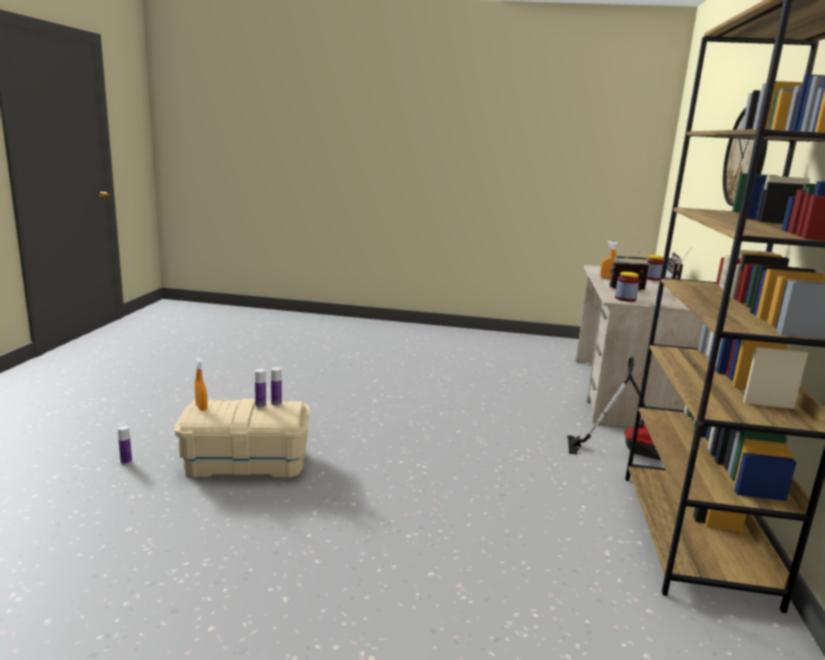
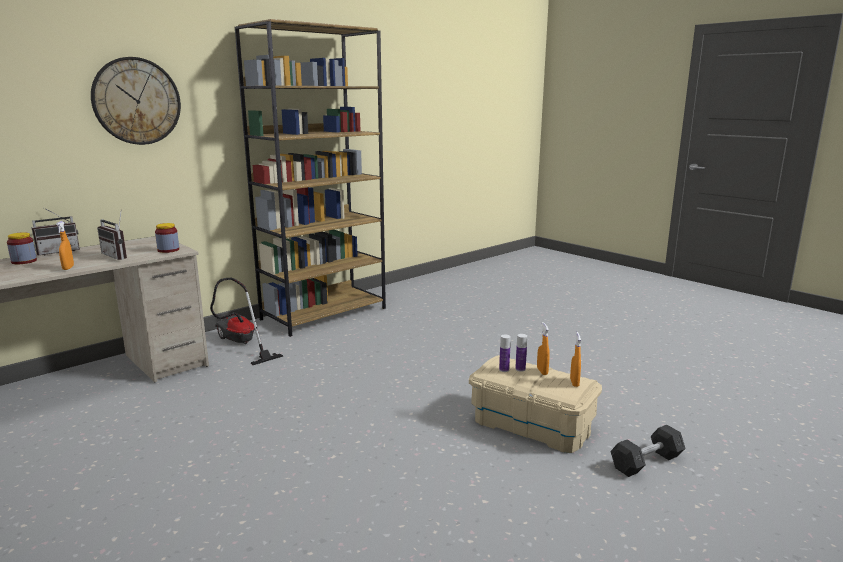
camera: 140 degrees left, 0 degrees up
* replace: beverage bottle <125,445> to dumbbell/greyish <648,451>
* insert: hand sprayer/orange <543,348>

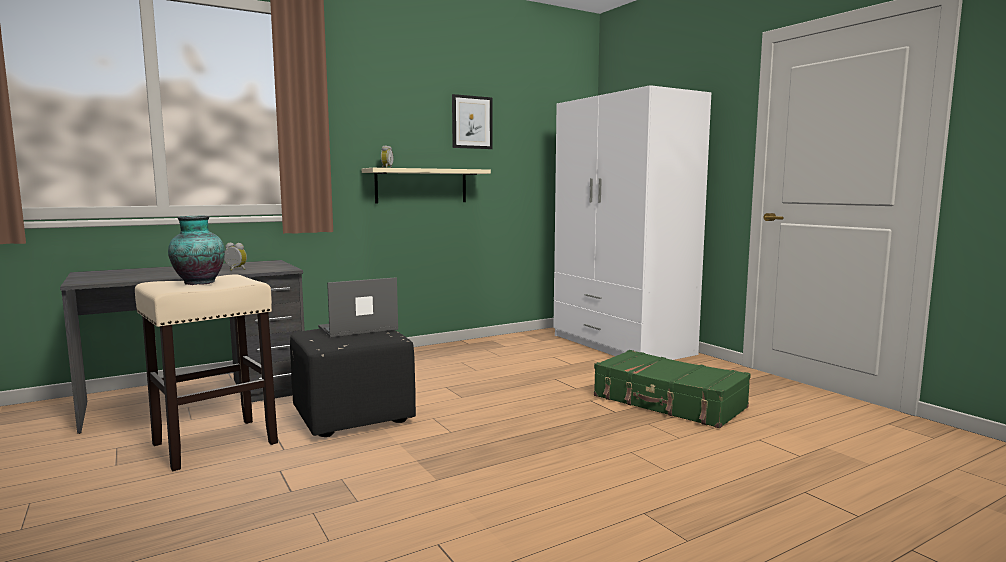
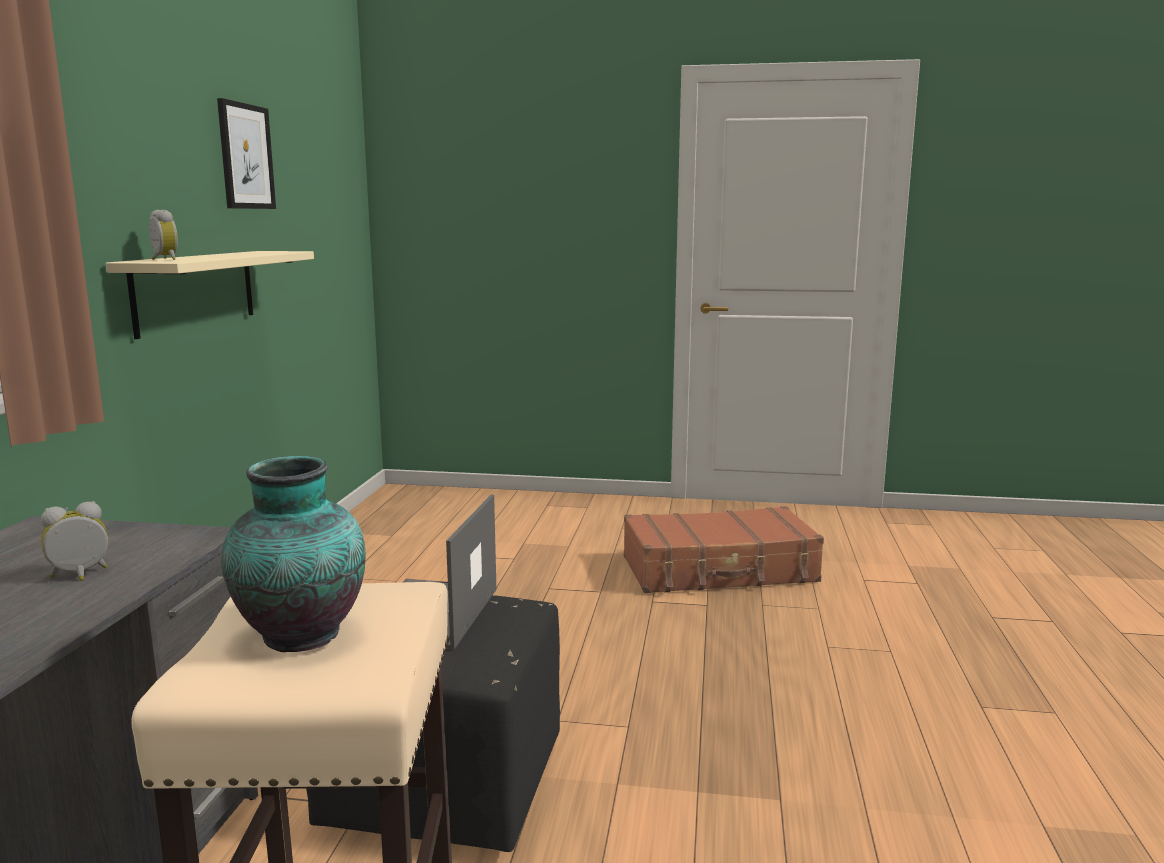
camera: 50 degrees left, 5 degrees up
* delete: clothes cupboard/whitish <632,222>
* recolor: travel case/greenish <672,389> to travel case/brown-coloured <724,549>

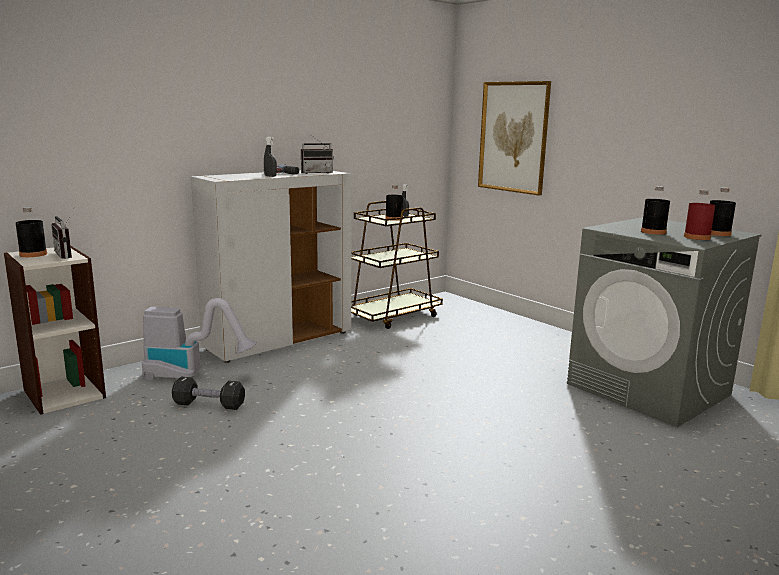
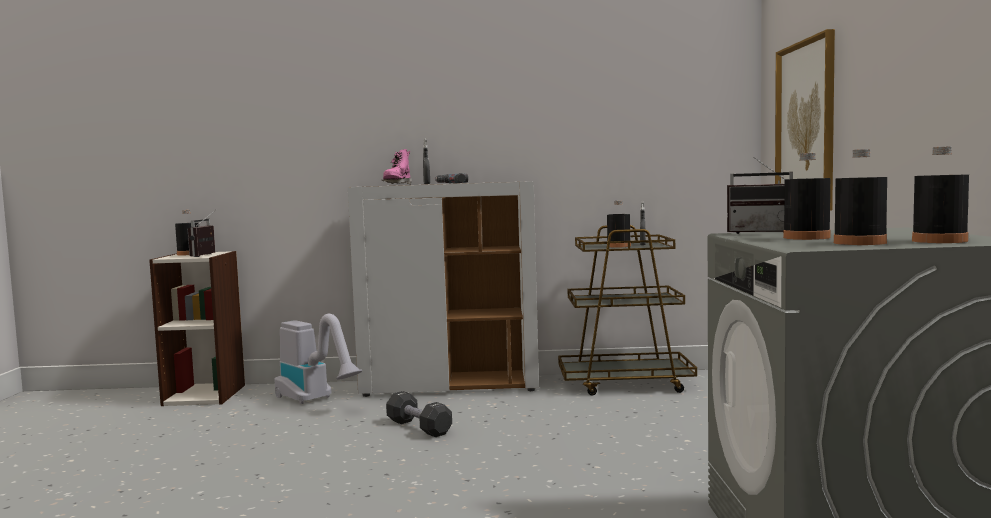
camera: 40 degrees right, 10 degrees down
* move: dumbbell/black-coloured <208,393> to <419,414>
* move: radio receiver <317,154> to <760,195>
* recolor: beverage bottle/red-coloured <699,215> to beverage bottle/black-coloured <860,197>
* insert: high-top boot/pinkish <396,167>

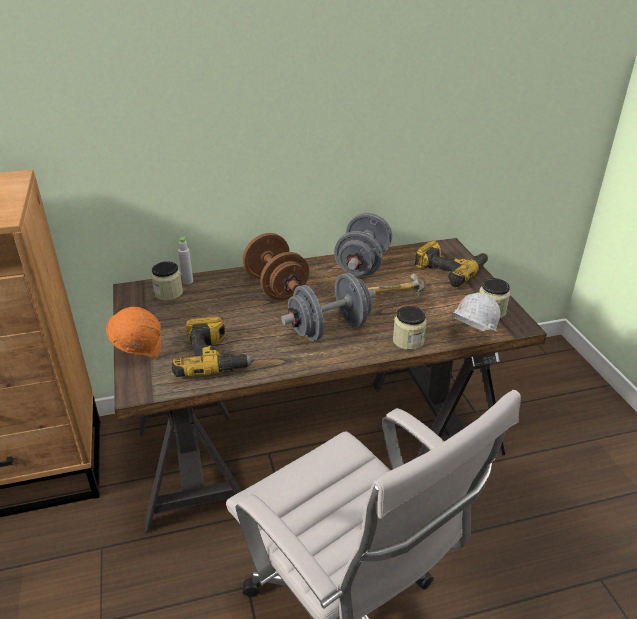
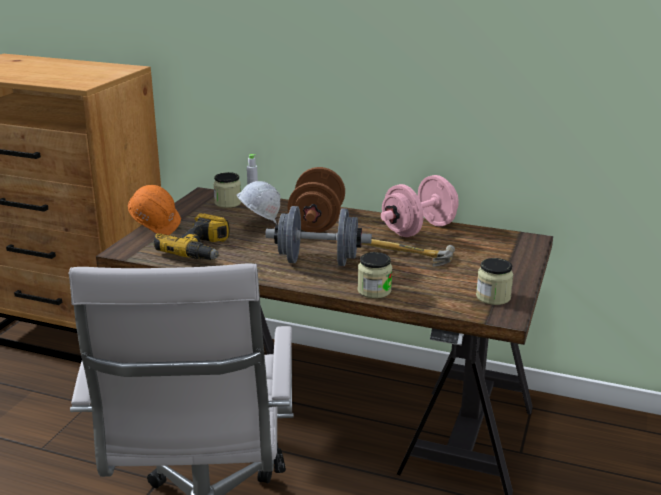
camera: 35 degrees right, 10 degrees down
* recolor: dumbbell/greyish <363,245> to dumbbell/pinkish <420,206>
* delete: electric drill <451,263>
* move: hard hat/whitish <476,311> to <258,203>

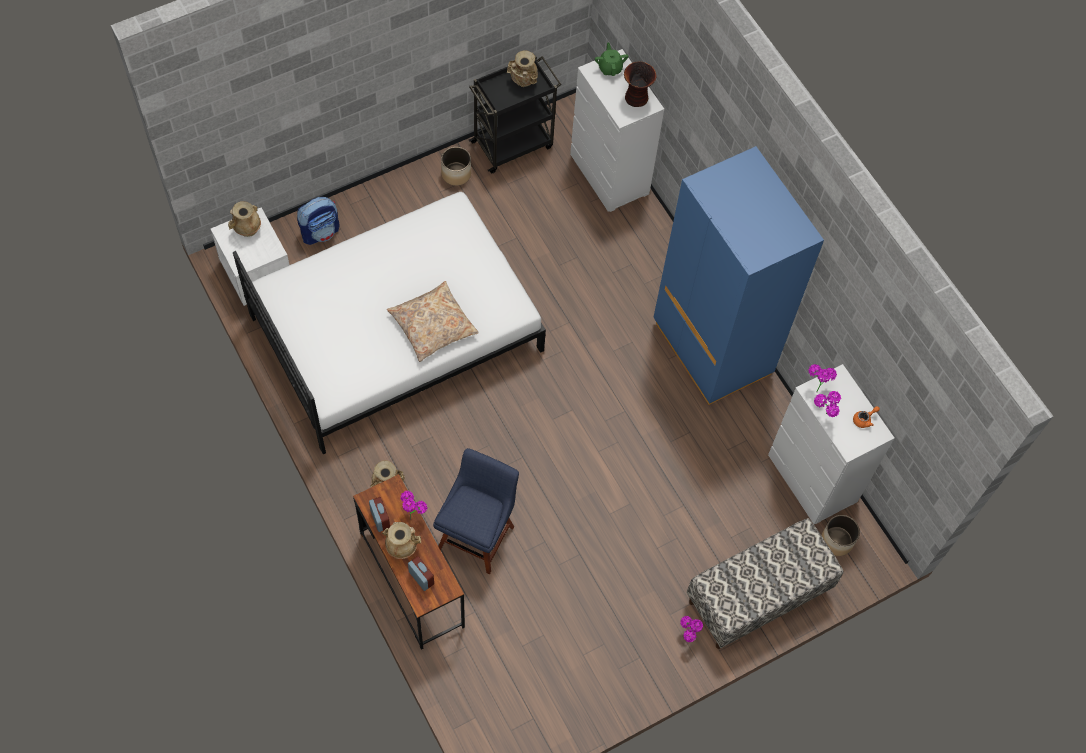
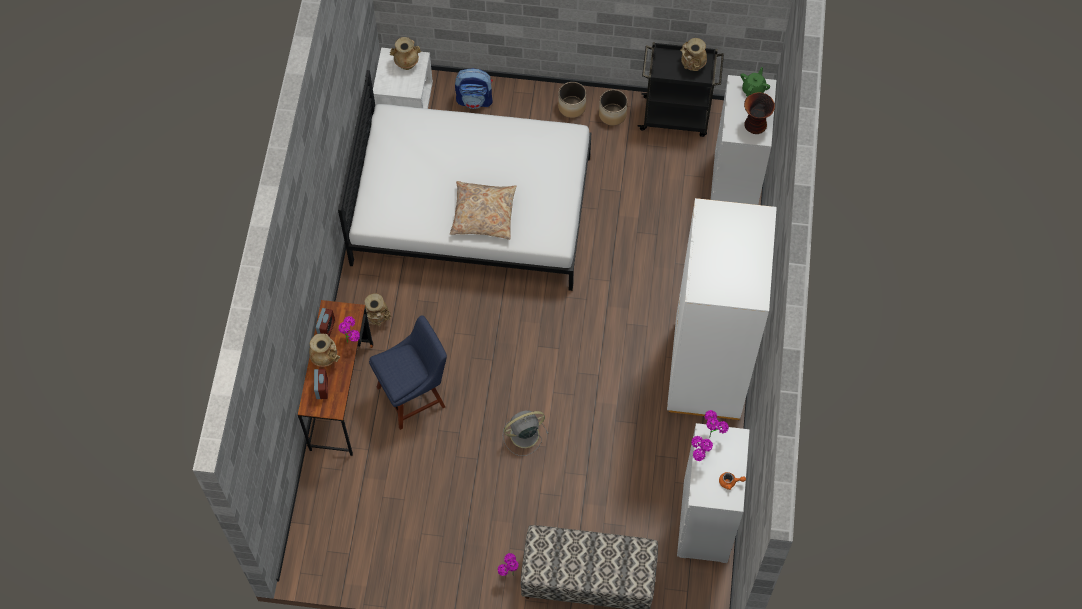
camera: 40 degrees right, 0 degrees up
* recolor: clothes cupboard/blue-coloured <738,275> to clothes cupboard/whitish <722,309>
* move: plant pot <840,535> to <572,100>
* insert: cooling fan/greyish <526,433>

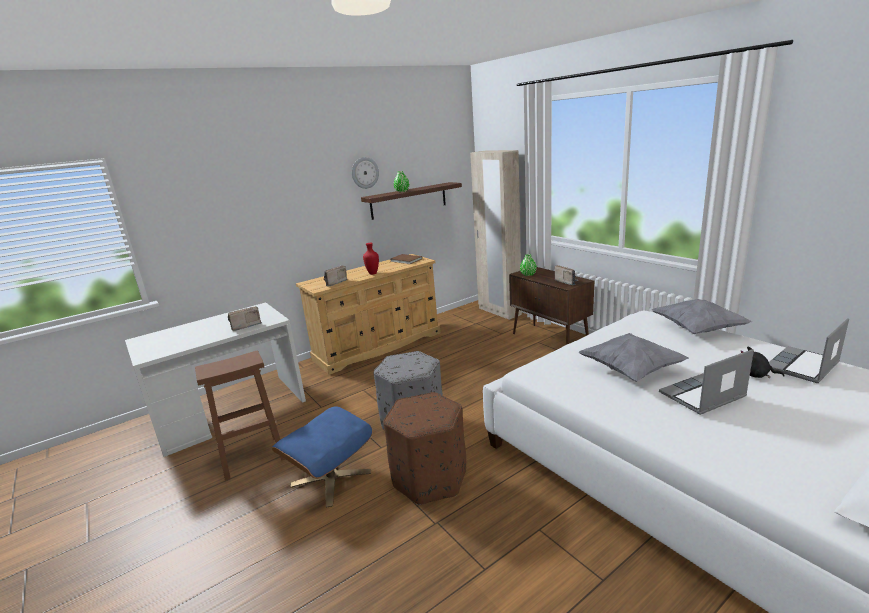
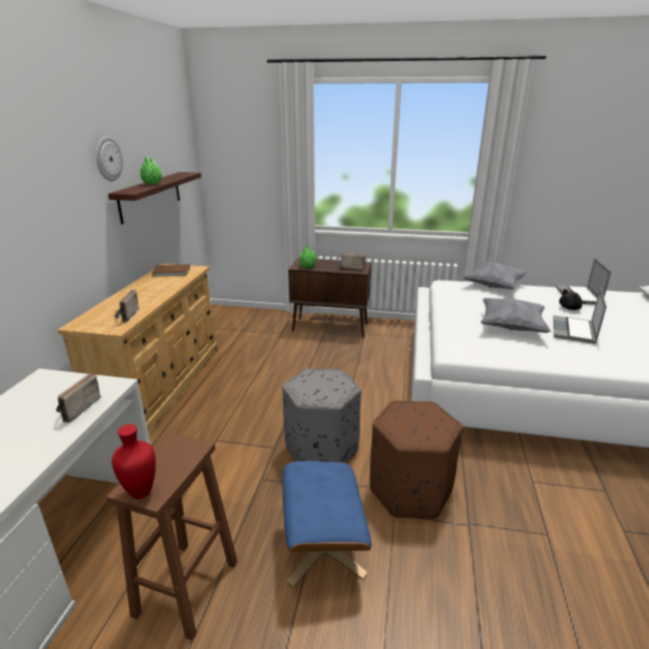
camera: 45 degrees left, 5 degrees up
* move: vase/red-coloured <371,259> to <134,461>
* delete: clothes cupboard/beige-coloured <496,235>

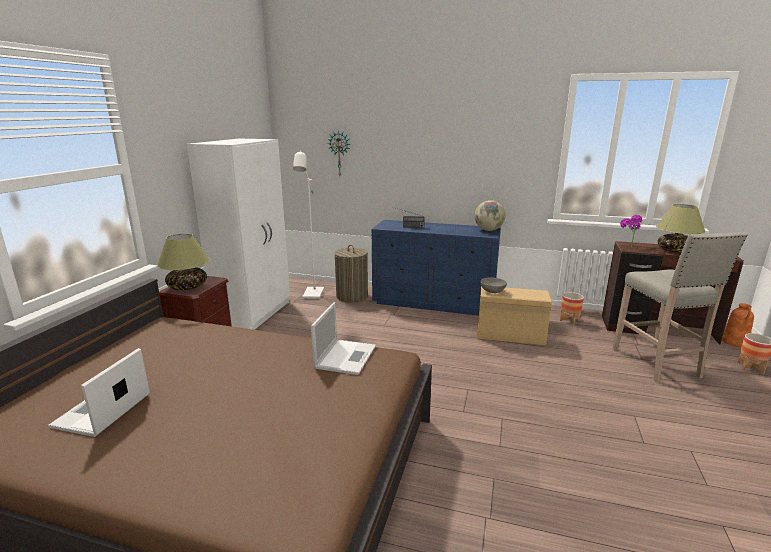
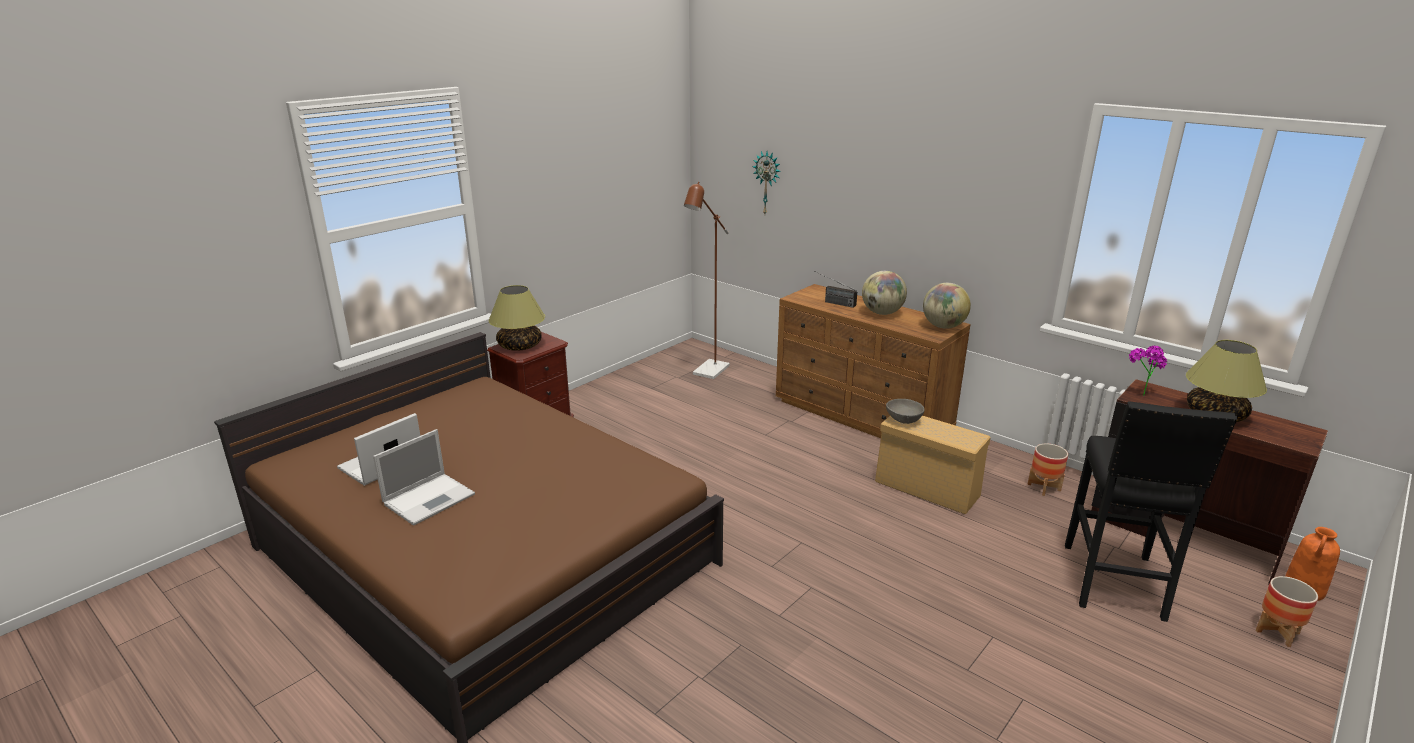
camera: 25 degrees right, 5 degrees up
* delete: clothes cupboard/whitish <238,234>
* recolor: standing lamp/whitish <308,224> to standing lamp/brown-coloured <707,280>
* move: portable computer <343,338> to <424,477>
* delete: hamper <351,274>
* recolor: drawer chest/blue-coloured <436,268> to drawer chest/brown-coloured <873,361>
* recolor: stool seat/beige-coloured <680,307> to stool seat/black-coloured <1151,511>
* insert: globe <884,293>

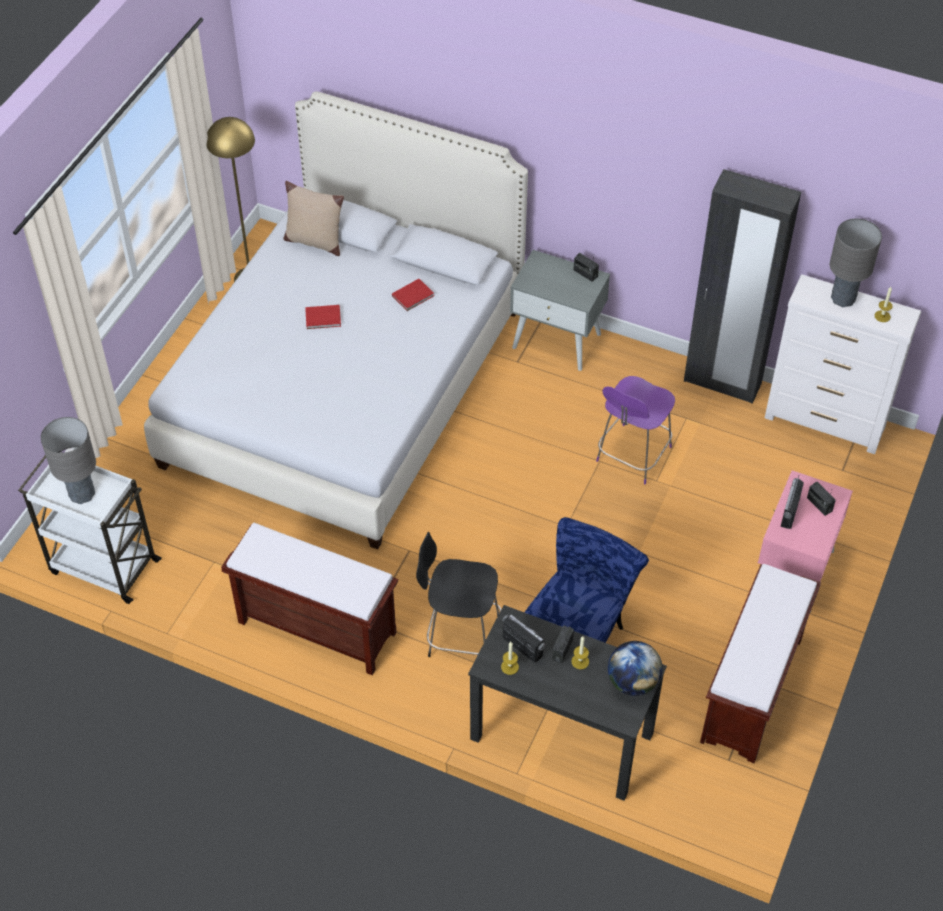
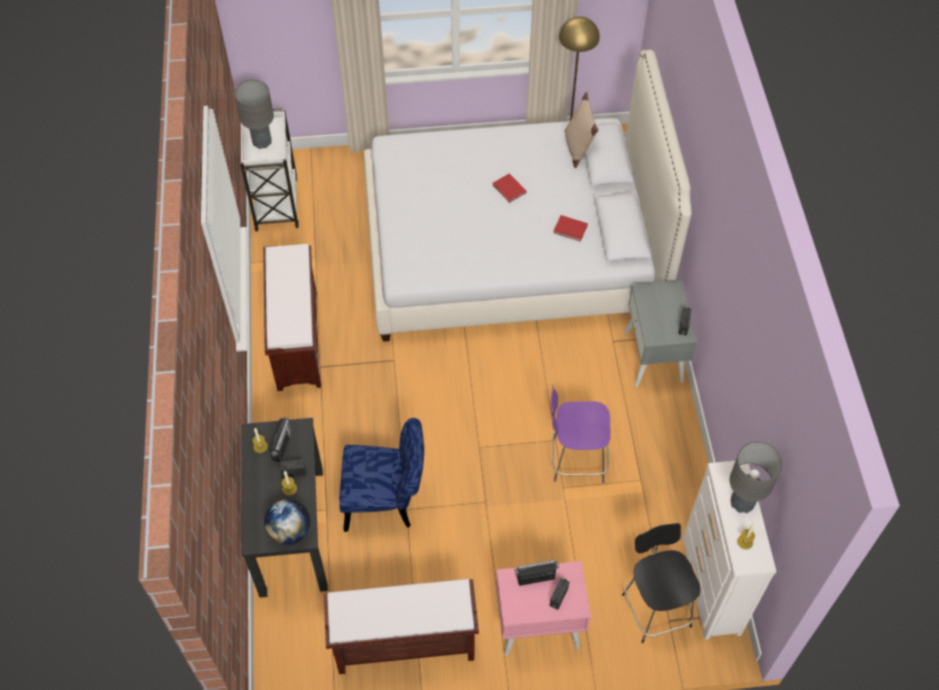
camera: 60 degrees right, 5 degrees up
* move: plain chair/black-coloured <458,594> to <661,583>
* delete: clothes cupboard/black-coloured <742,286>

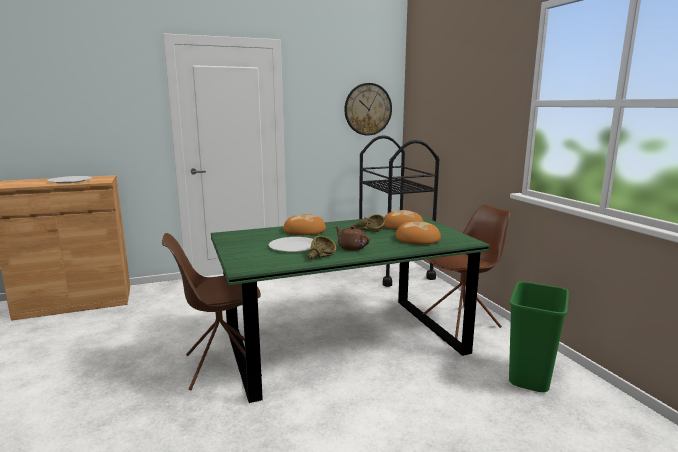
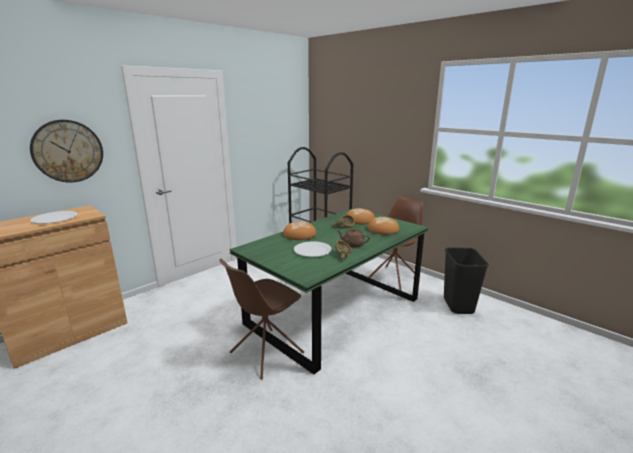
camera: 25 degrees left, 5 degrees up
* move: hanging clock <368,109> to <66,151>
* recolor: trash can/greenish <539,336> to trash can/black-coloured <466,280>

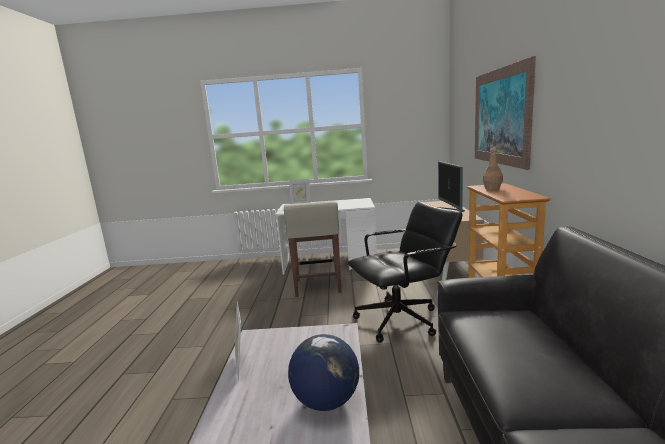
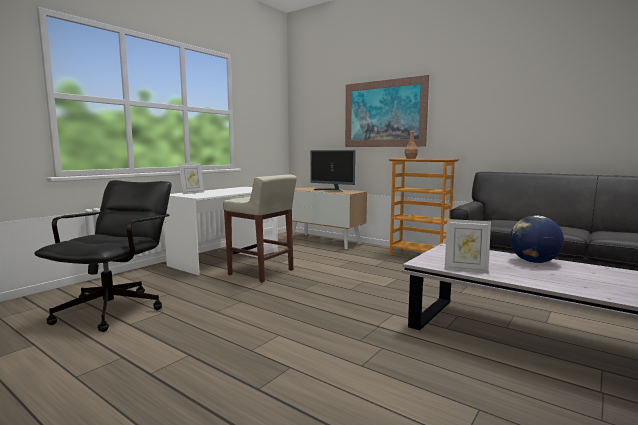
camera: 55 degrees left, 5 degrees down
* move: computer chair/black-coloured <405,272> to <103,256>

